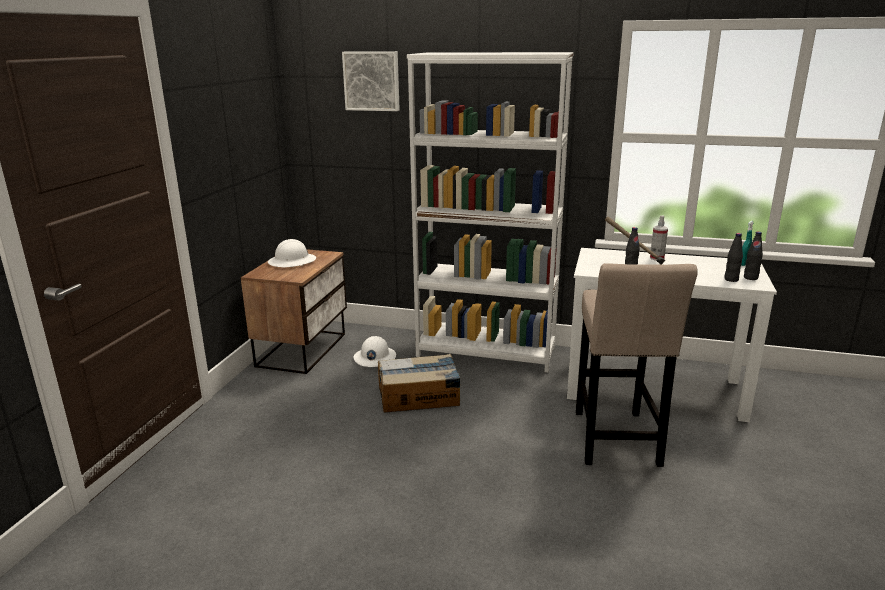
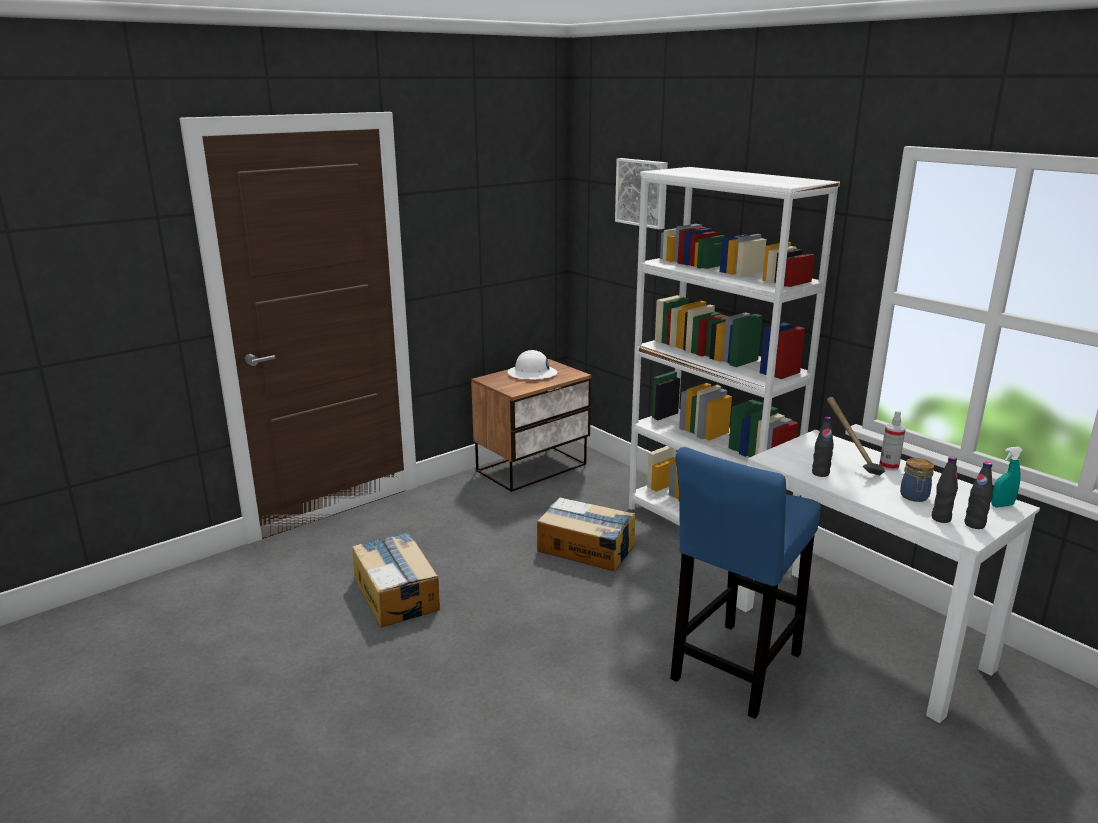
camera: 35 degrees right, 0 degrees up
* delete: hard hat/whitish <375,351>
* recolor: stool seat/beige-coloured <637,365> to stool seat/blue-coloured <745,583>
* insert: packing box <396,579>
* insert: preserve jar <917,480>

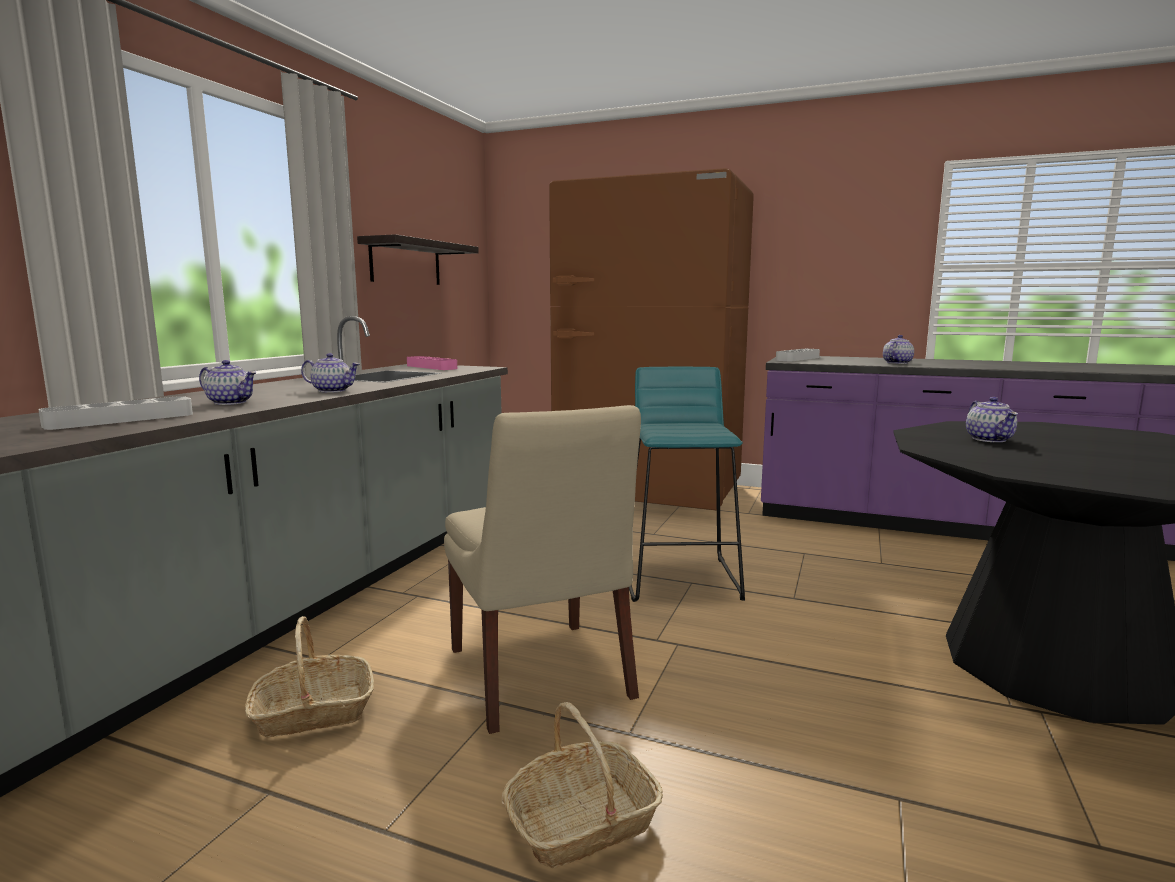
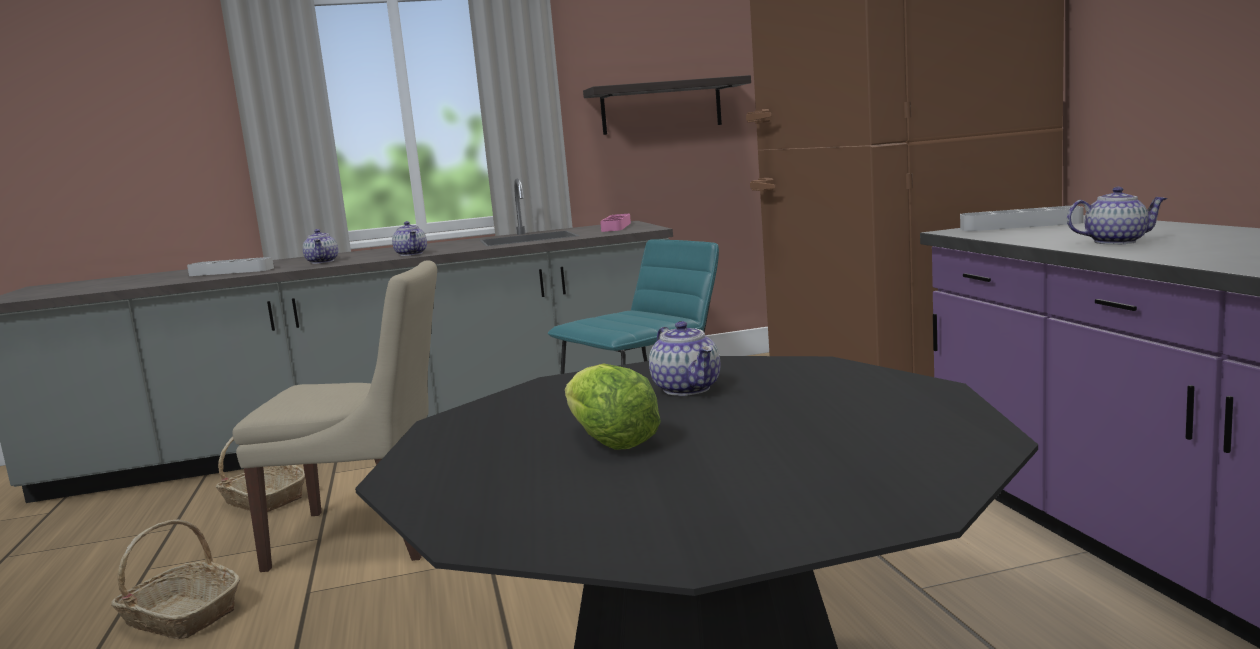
camera: 55 degrees right, 0 degrees up
* rotate: plain chair/beige-coloured <542,569> = <335,416> 120 degrees counterclockwise
* rotate: tea pot <992,419> = <684,358> 75 degrees counterclockwise
* insert: lettuce head <613,406>

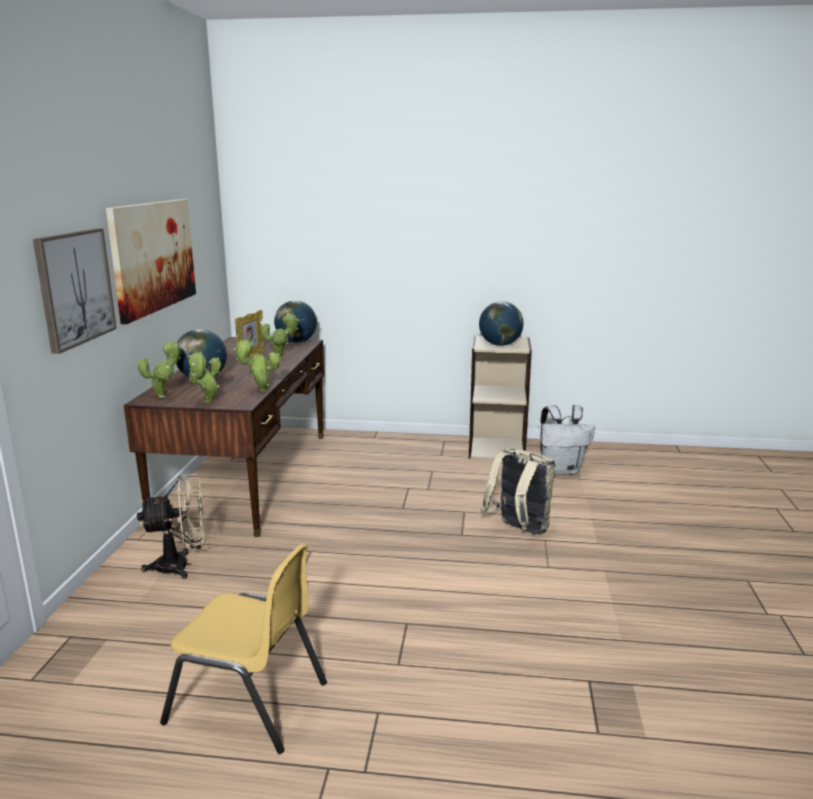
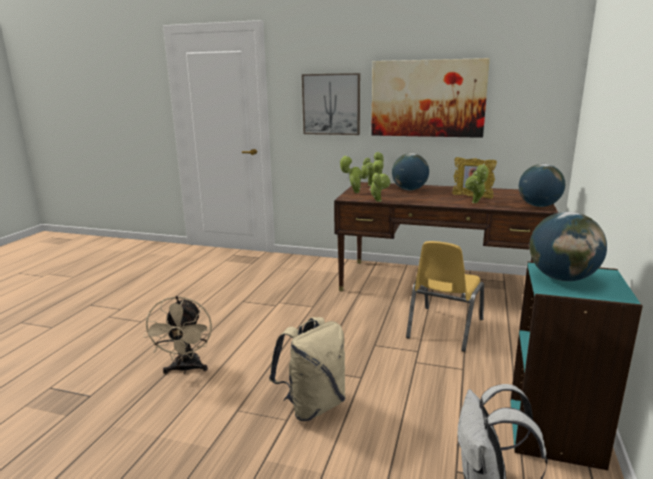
camera: 100 degrees right, 0 degrees up
* move: cooling fan/beige-coloured <170,526> to <177,335>
* move: plain chair/yellow <243,648> to <445,296>
* recolor: bookshelf/beige-coloured <500,398> to bookshelf/blue-green <576,365>

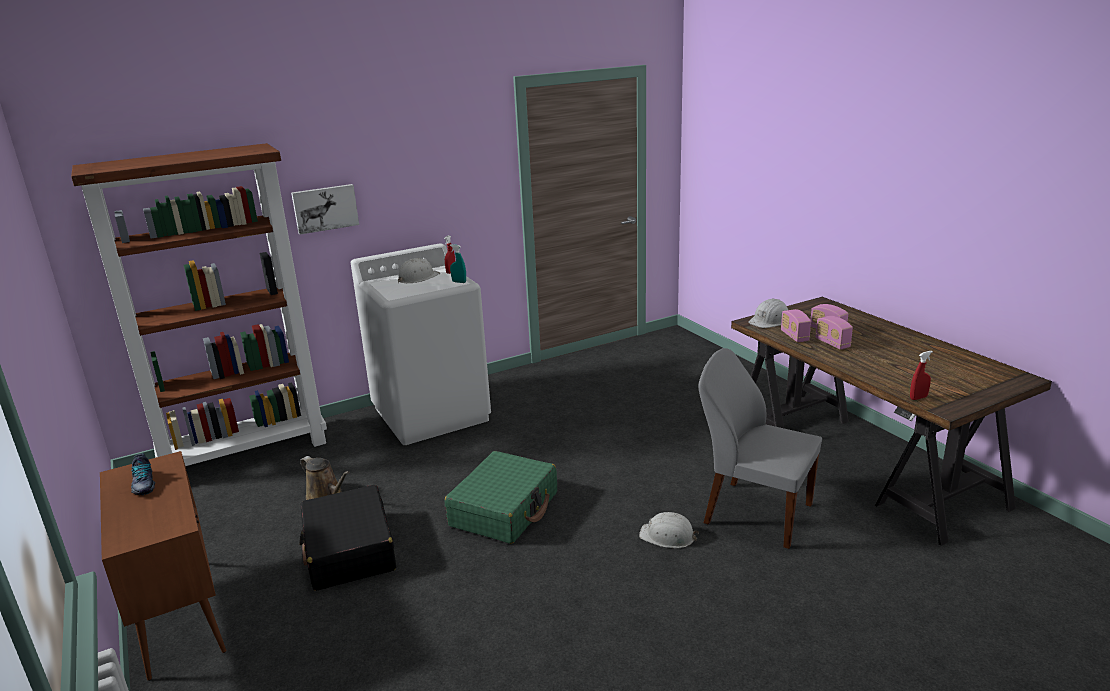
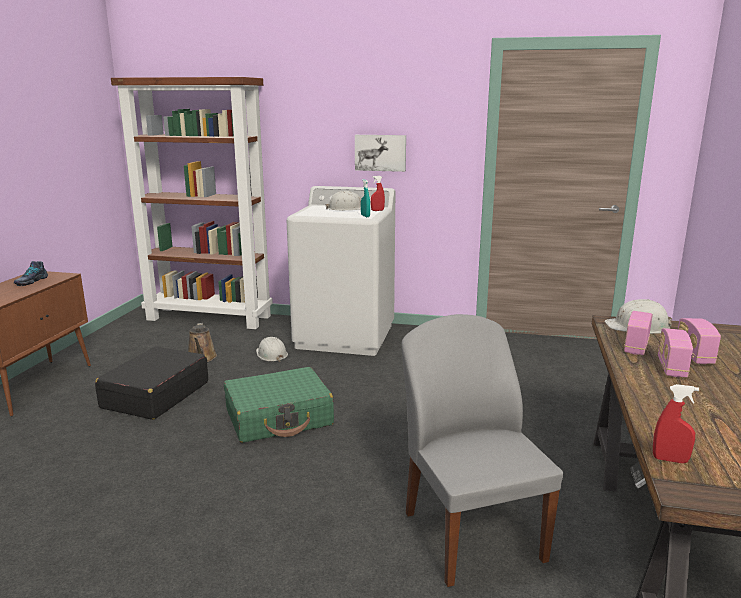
camera: 40 degrees right, 5 degrees down
* move: picture <325,209> to <380,153>
* move: hard hat/whitish <669,530> to <272,349>

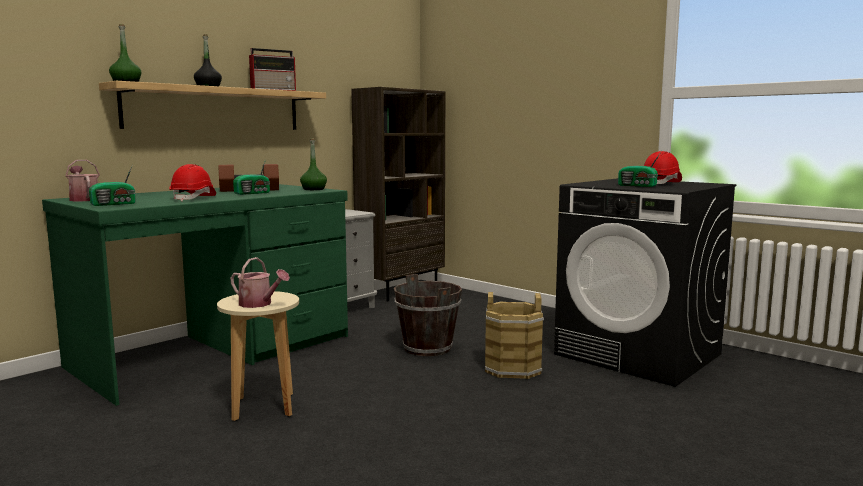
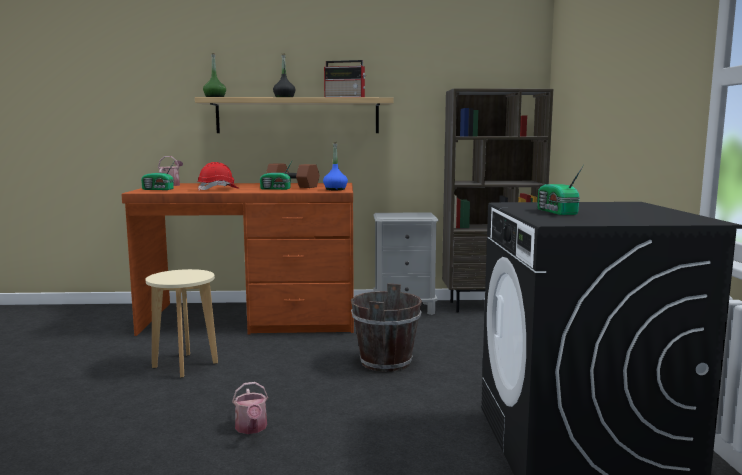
camera: 45 degrees right, 0 degrees up
* recolor: desk table/greenish <195,295> to desk table/brown-coloured <237,259>
* move: sprinkling can <260,282> to <250,408>
* recolor: beverage bottle/greenish <313,164> to beverage bottle/blue-coloured <335,166>
* delete: bucket/brown-coloured <514,335>
* delete: hard hat/red-coloured <663,167>

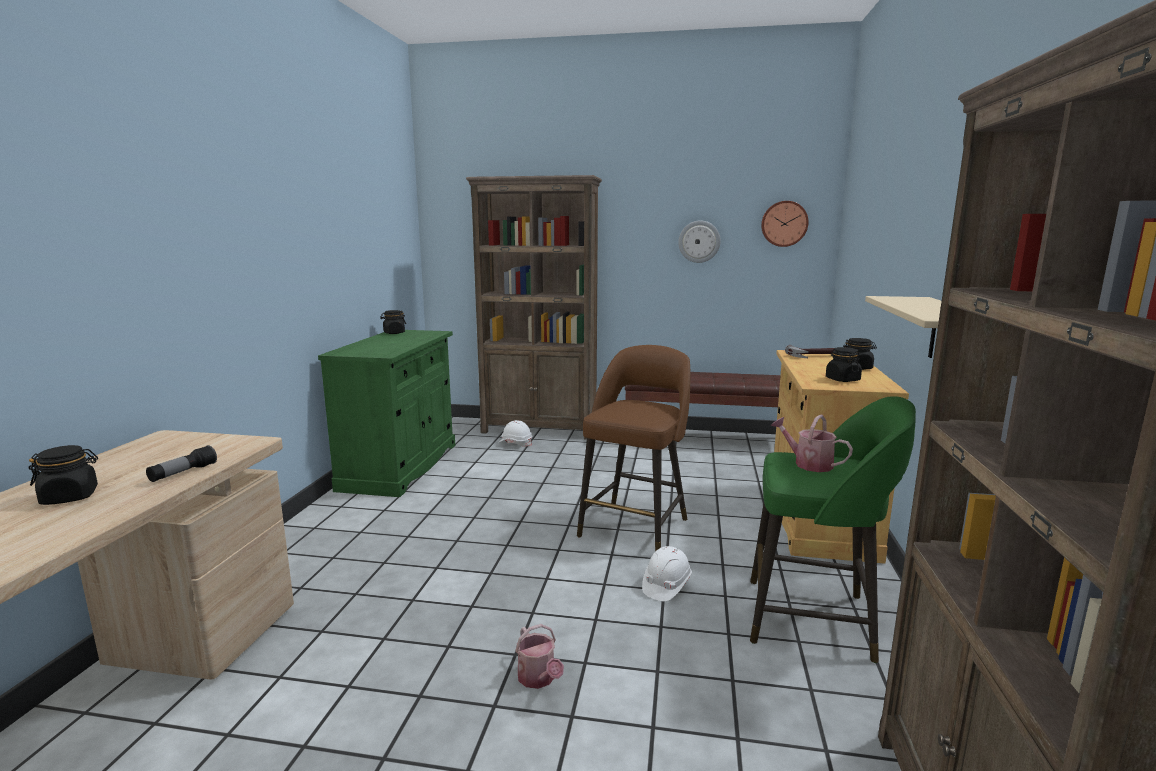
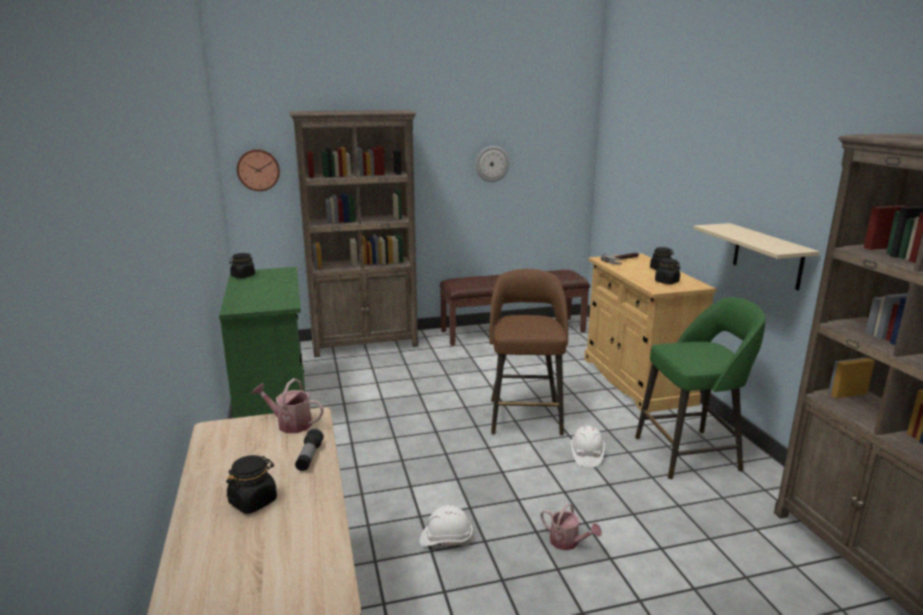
camera: 25 degrees left, 5 degrees up
* move: hard hat/whitish <515,433> to <446,525>
* move: hanging clock <785,224> to <258,170>
* move: sprinkling can <812,443> to <288,405>

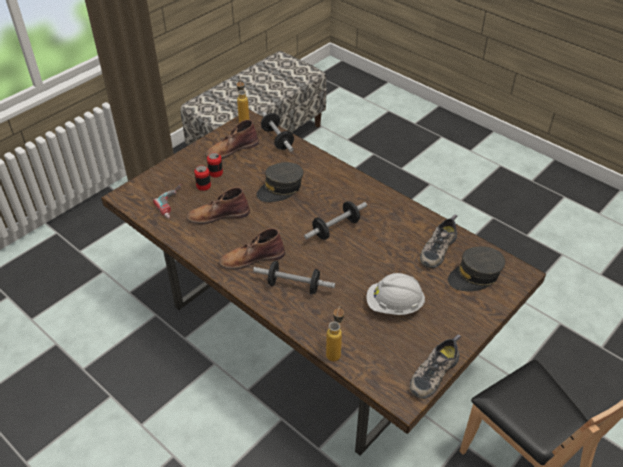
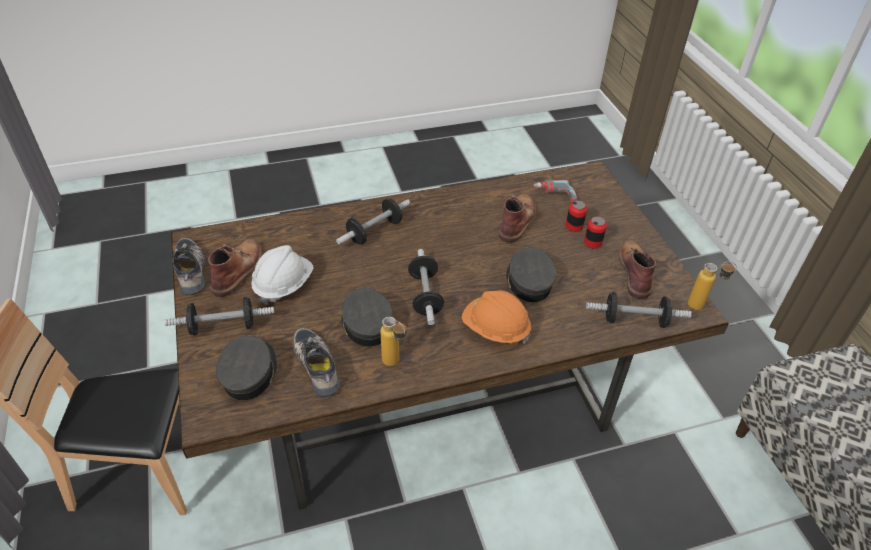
camera: 120 degrees right, 0 degrees up
* move: high-top boot/brown-coloured <252,248> to <235,268>
* move: beverage bottle <335,333> to <393,341>
* insert: dumbbell <219,316>
* insert: peaked cap/greyish <367,317>
* insert: hard hat/orange <496,317>

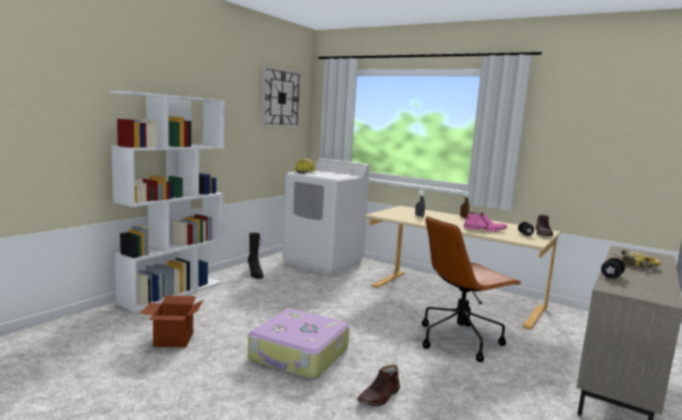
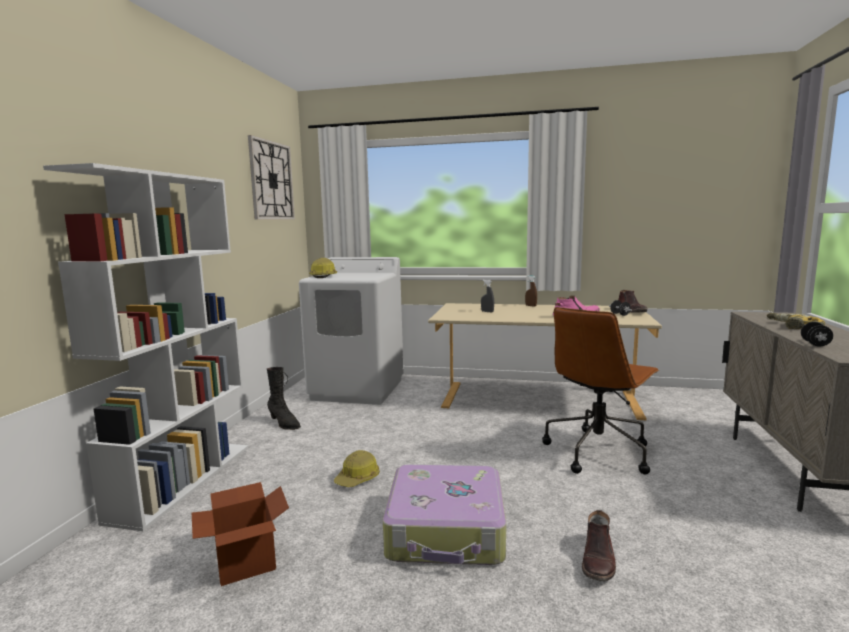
camera: 20 degrees left, 0 degrees up
* insert: hard hat <357,468>

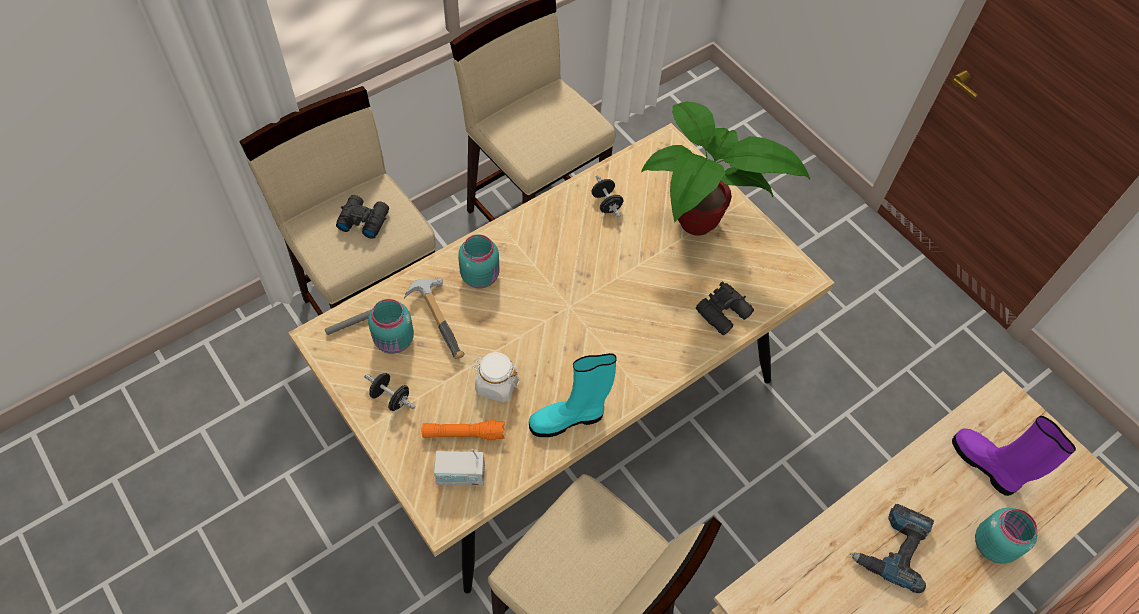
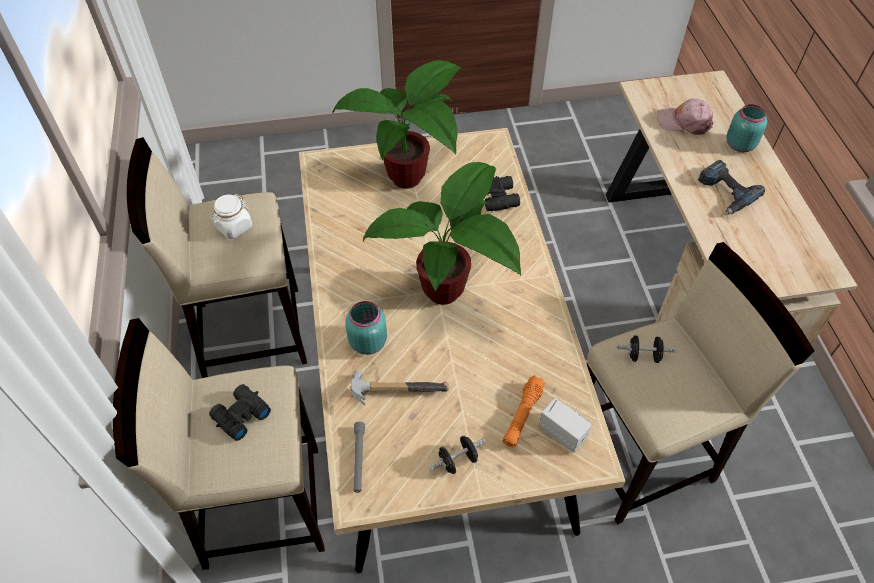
camera: 60 degrees left, 5 degrees down
* delete: preserve jar/blue-green <391,326>
* rotate: radio receiver <459,467> = <565,425> 75 degrees counterclockwise
* move: preserve jar/whitish <496,377> to <231,216>
* delete: high-top boot/blue-green <572,395>
* move: dumbbell/black-coloured <607,196> to <646,349>
* replace: high-top boot/purple <1014,456> to peaked cap/pinkish <685,117>
* insert: potted plant <442,233>

